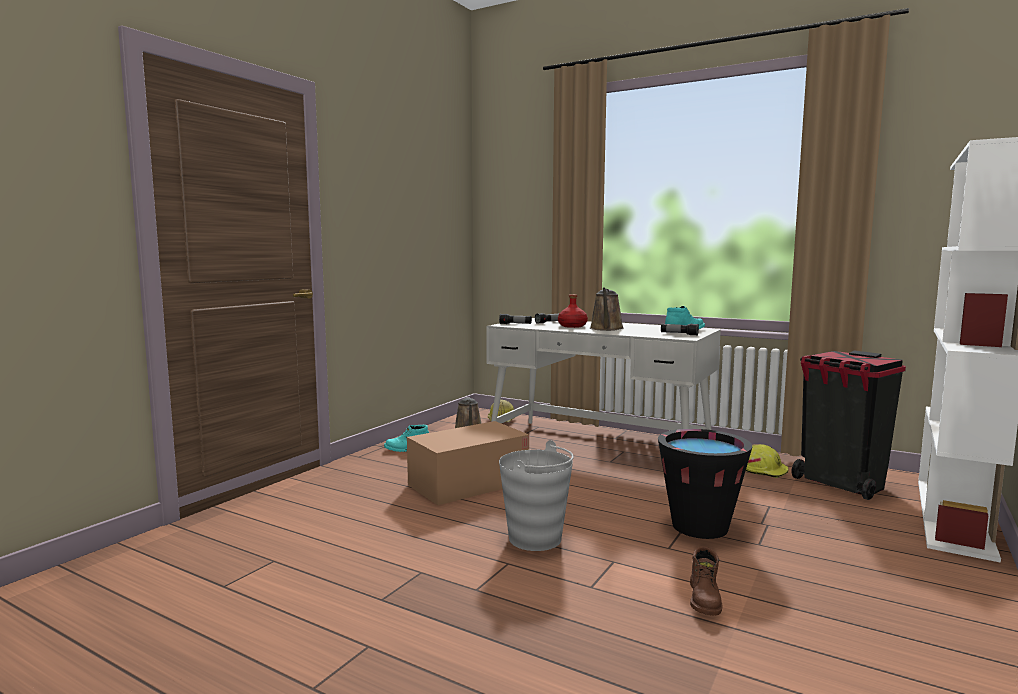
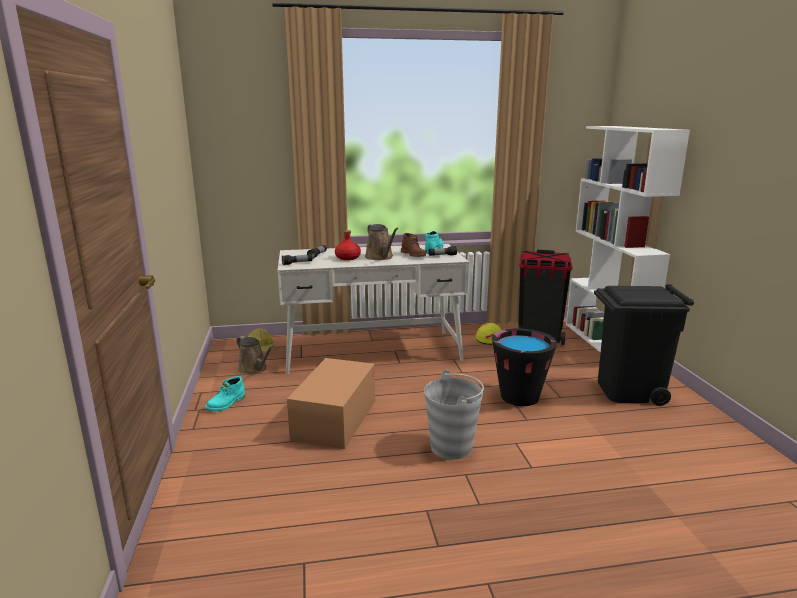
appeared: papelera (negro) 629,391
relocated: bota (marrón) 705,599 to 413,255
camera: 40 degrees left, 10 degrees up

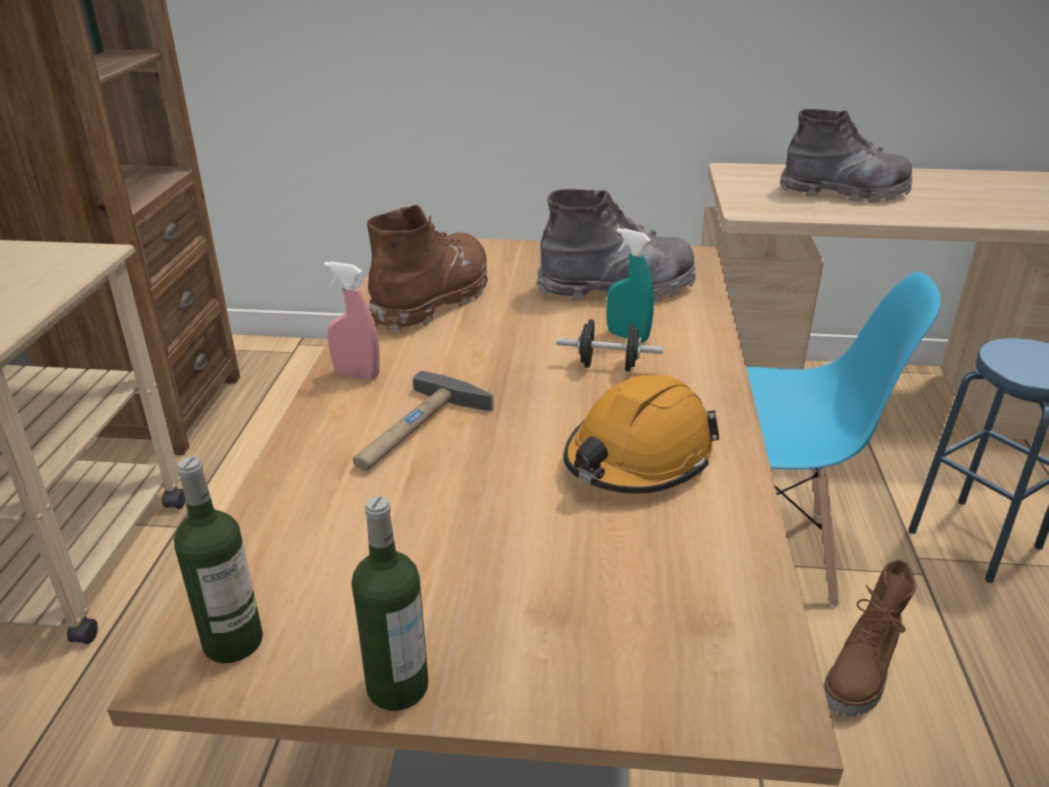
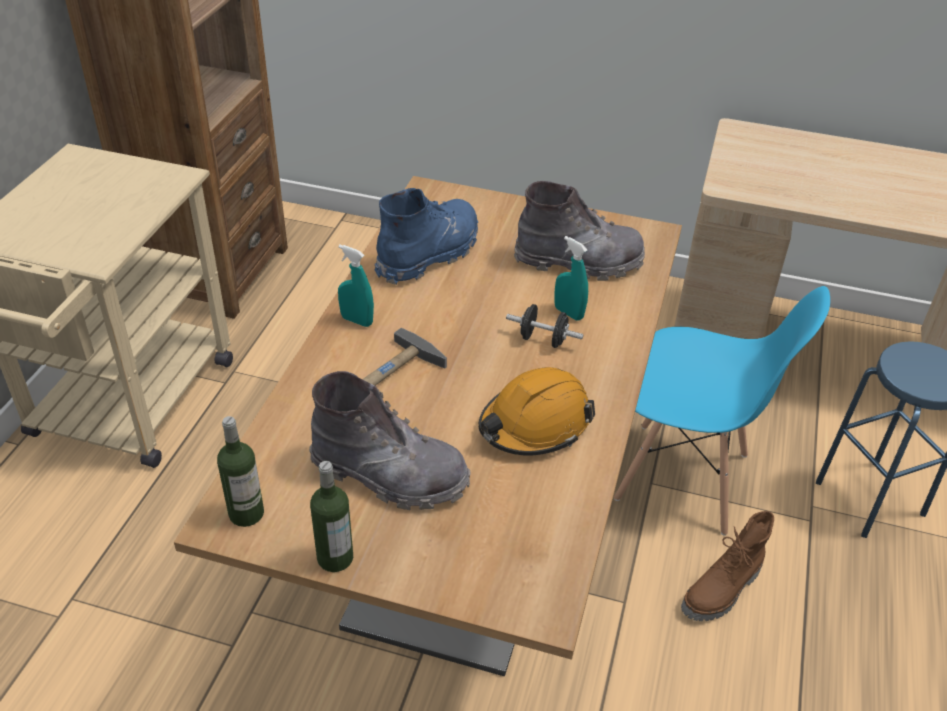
relocated: bota (gris) 844,193 to 389,475
colour: pulverizador (rosa) 357,375 to pulverizador (turquesa) 357,320; bota (marrón) 433,301 to bota (azul) 429,254
camera: 10 degrees right, 10 degrees up

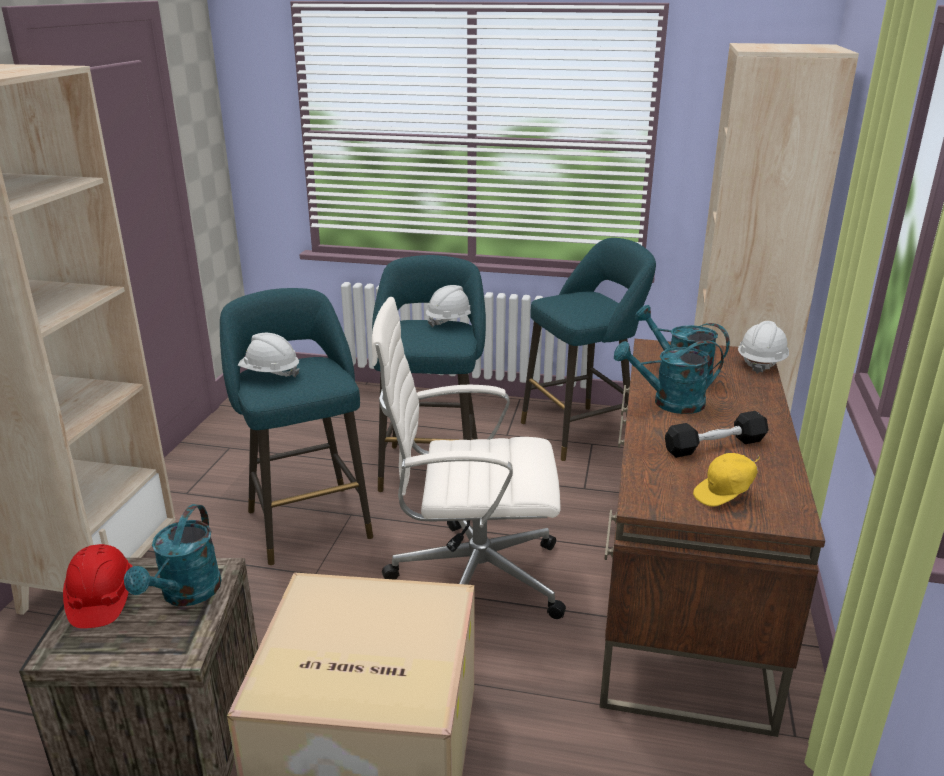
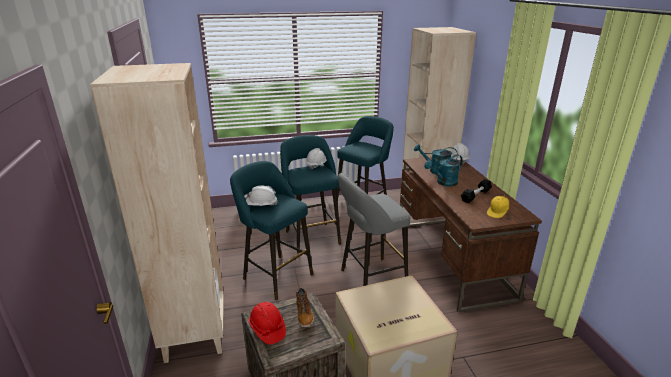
exchanged: regadera (turquesa) 186,595 to bota 304,315; silla de oficina (blanco) 471,578 to taburete (gris) 370,279
camera: 25 degrees left, 0 degrees up

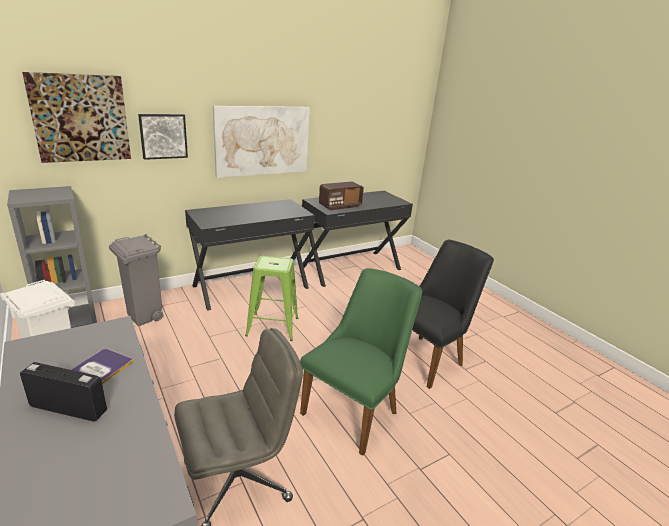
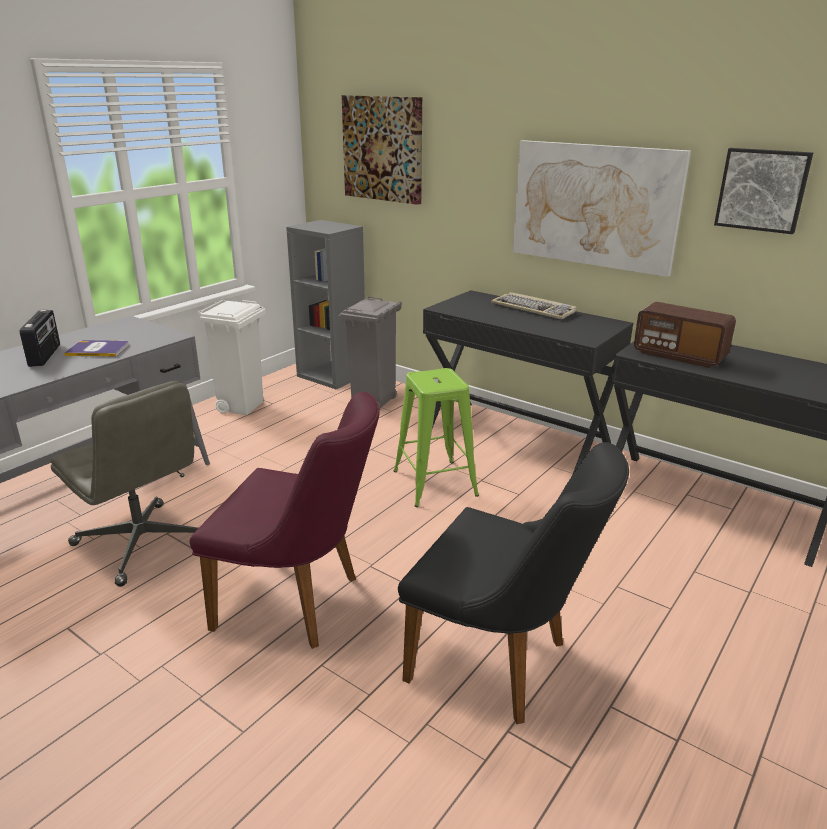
appeared: teclado 534,309
relocated: cuadro 163,136 to 762,190
colour: silla (verde) 356,409 to silla (morado) 300,603
camera: 70 degrees right, 0 degrees up

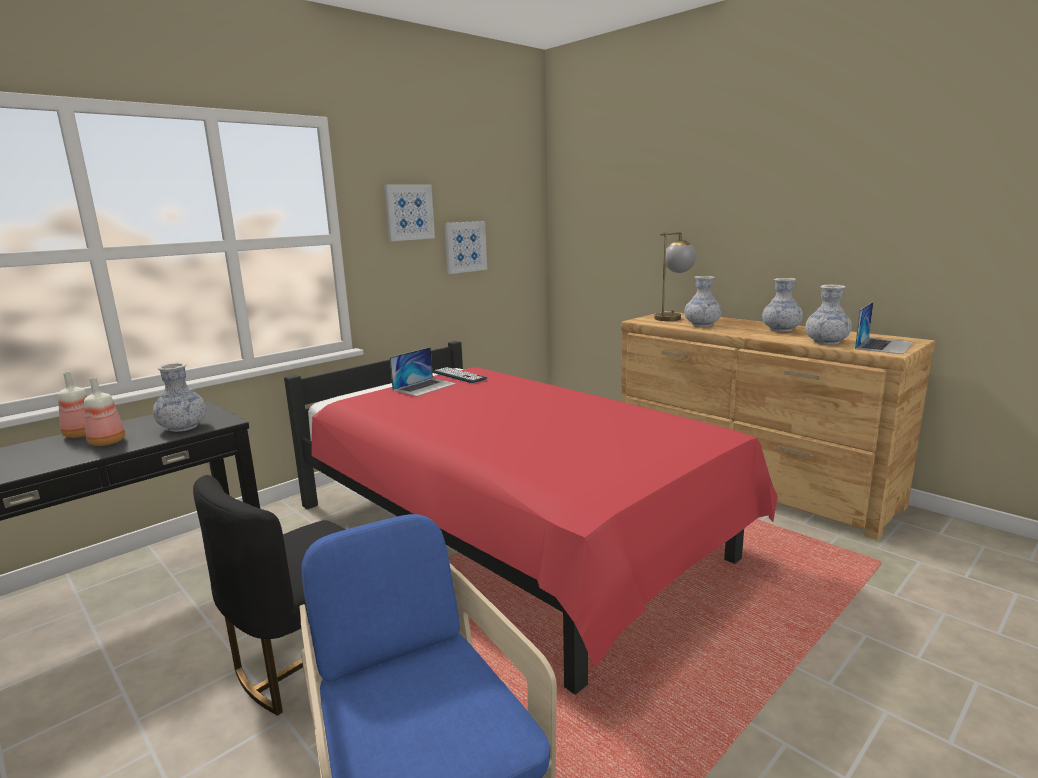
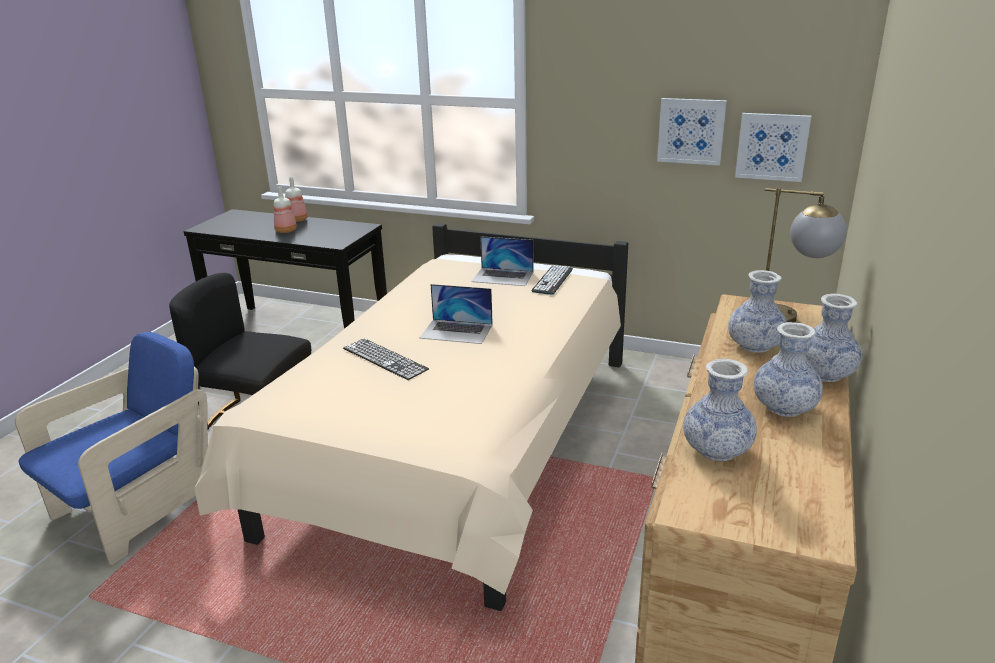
appeared: teclado 385,359
relocated: portátil 884,345 to 457,331; cuadro 409,212 to 772,146; florero 183,427 to 824,374
colour: cama (rojo) 511,536 to cama (beis) 457,447
camera: 65 degrees right, 10 degrees up

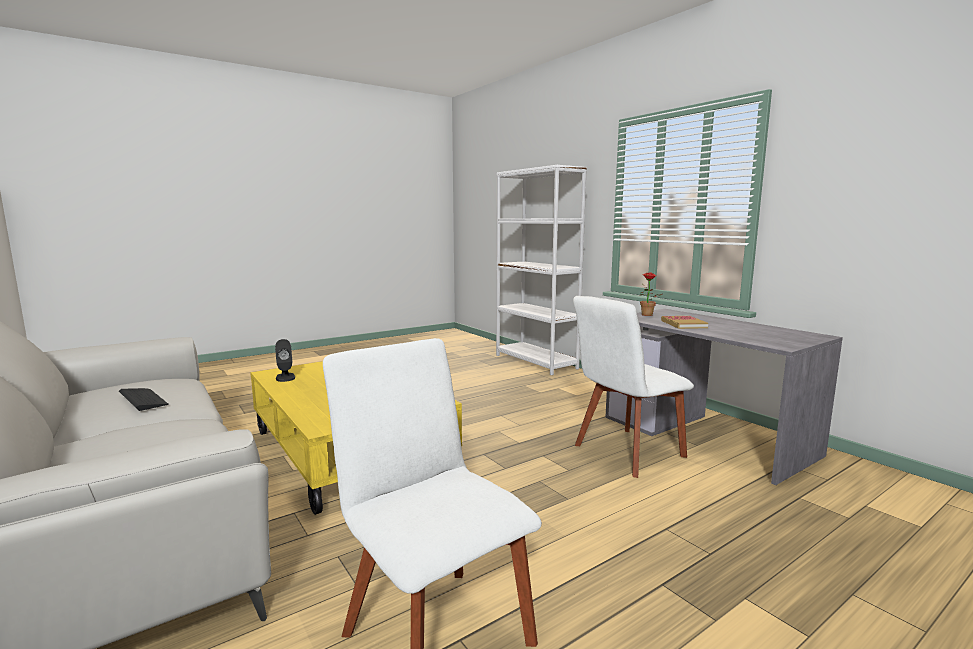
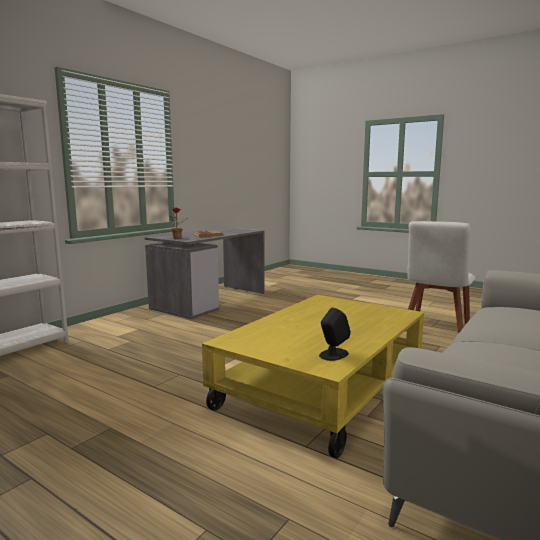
missing: teclado 143,399; silla (blanco) 625,452
camera: 110 degrees left, 0 degrees up

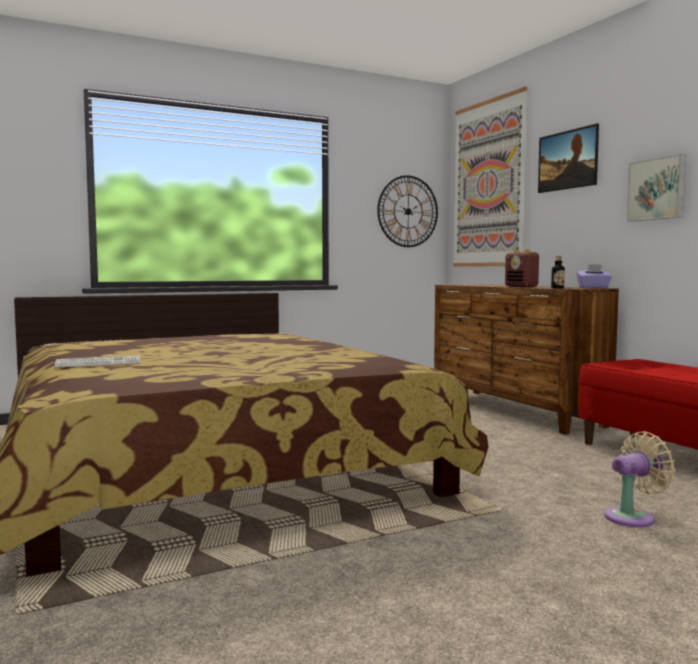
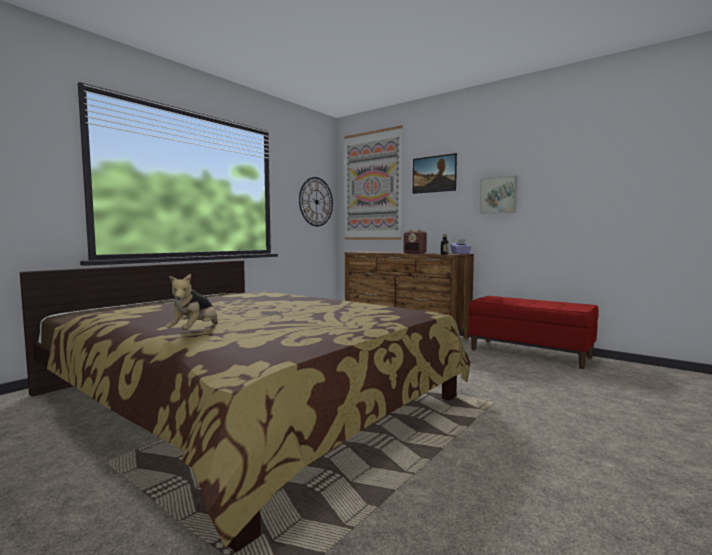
missing: ventilador (beis) 633,517
exchanged: teclado 98,363 to peluche 195,331
camera: 25 degrees left, 0 degrees up

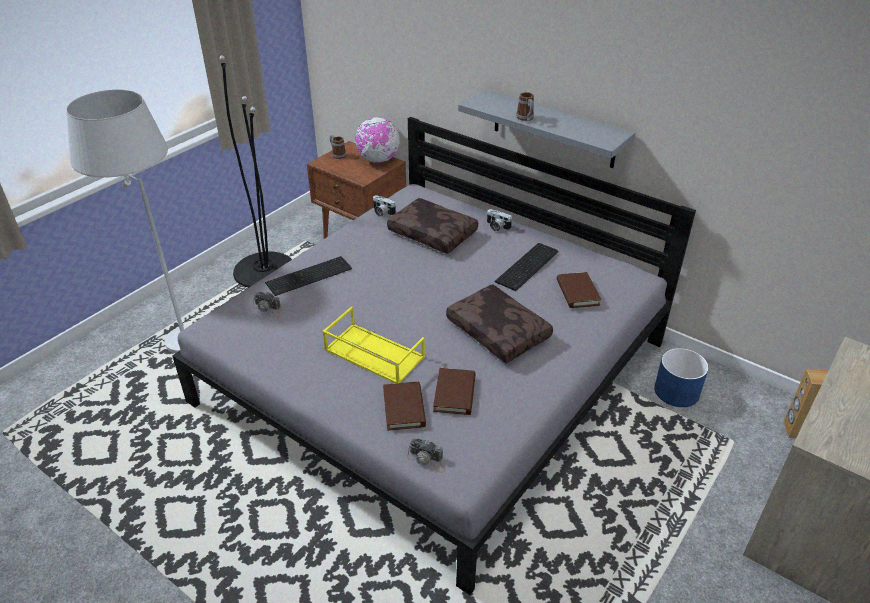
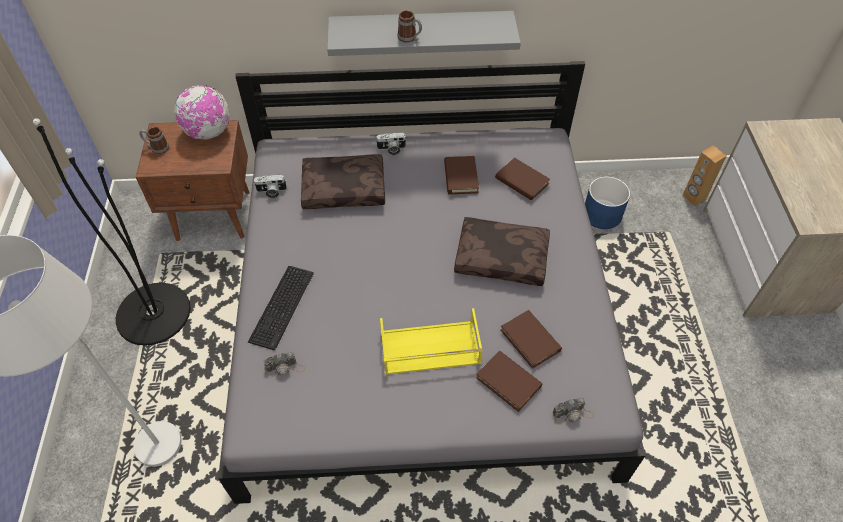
exchanged: teclado 529,266 to libro (marrón) 461,177
camera: 40 degrees left, 15 degrees up

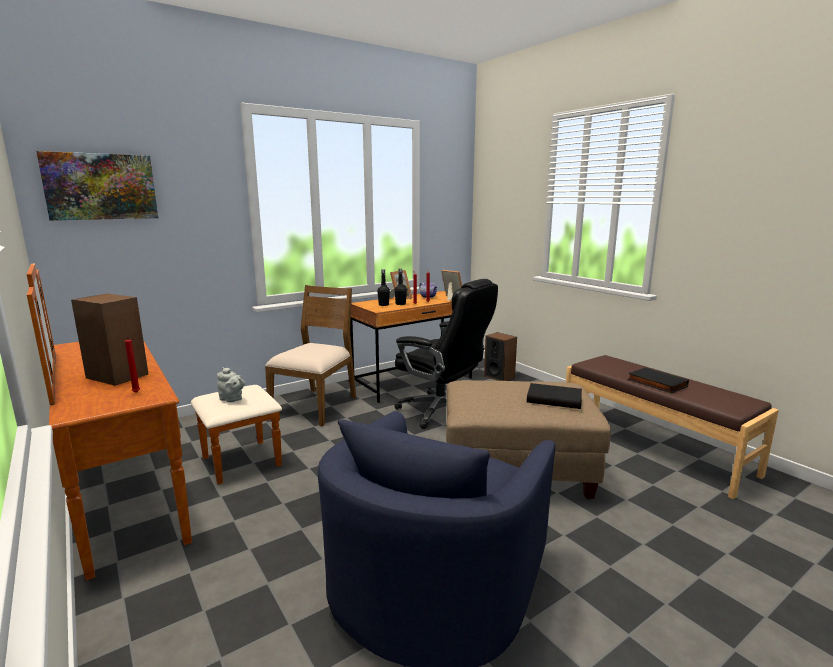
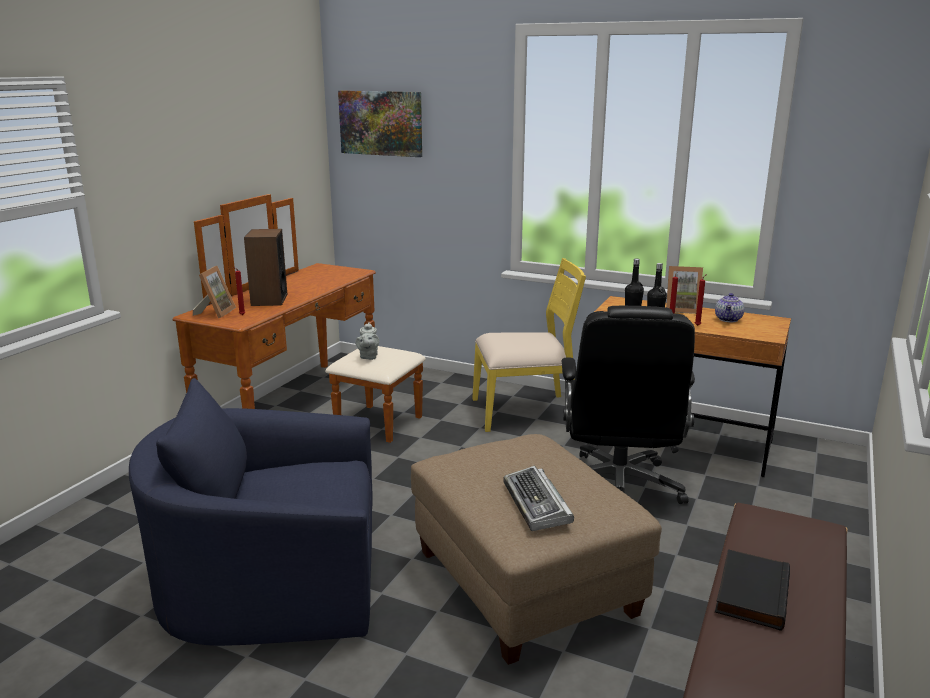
missing: altavoz 499,377
relocated: portarretratos 450,298 to 215,312
exchanged: libro (negro) 554,398 to teclado 537,505
colour: silla (marrón) 316,406 to silla (amarillo) 525,411
camera: 60 degrees right, 5 degrees up

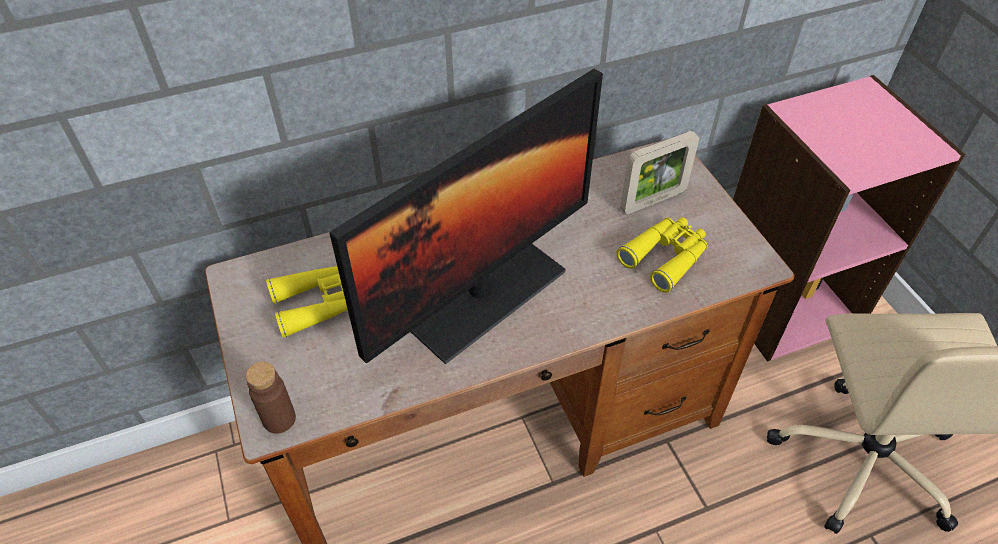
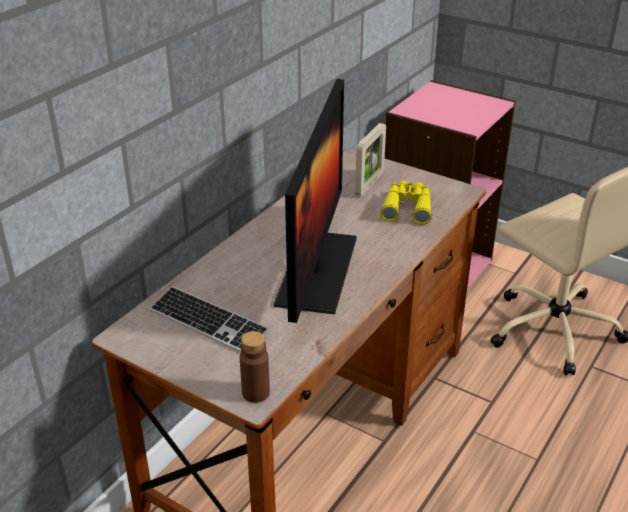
exchanged: prismáticos (amarillo) 318,303 to teclado 208,322
camera: 35 degrees left, 15 degrees down

